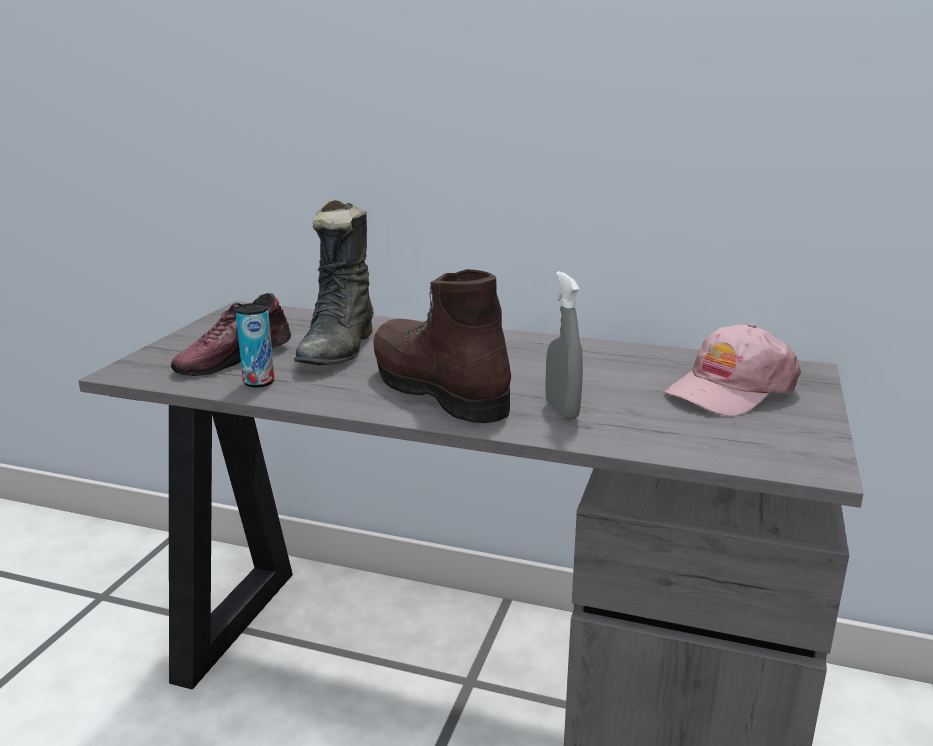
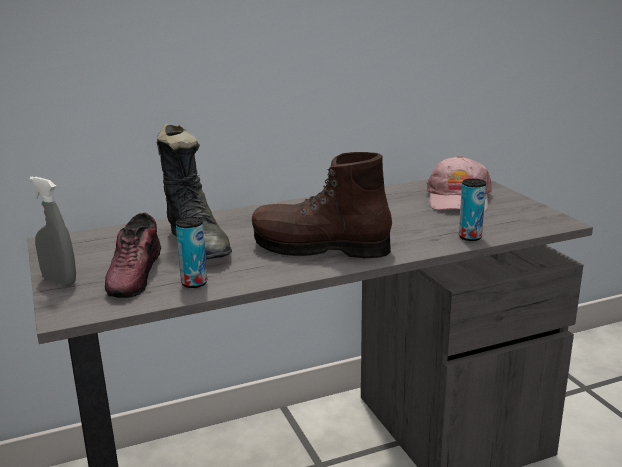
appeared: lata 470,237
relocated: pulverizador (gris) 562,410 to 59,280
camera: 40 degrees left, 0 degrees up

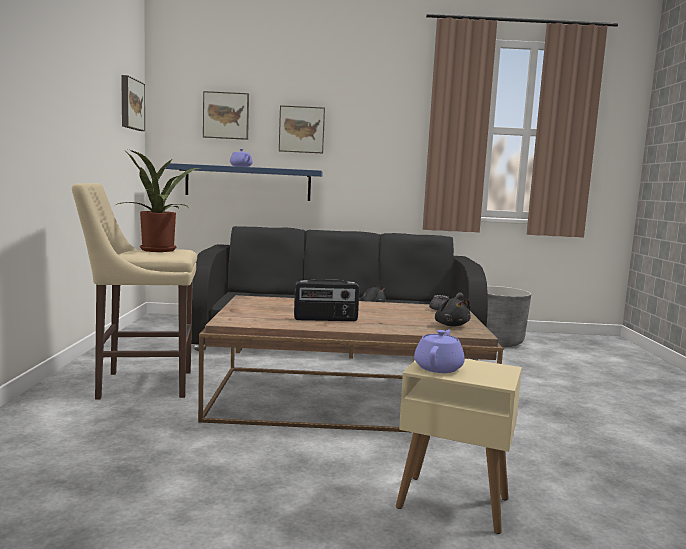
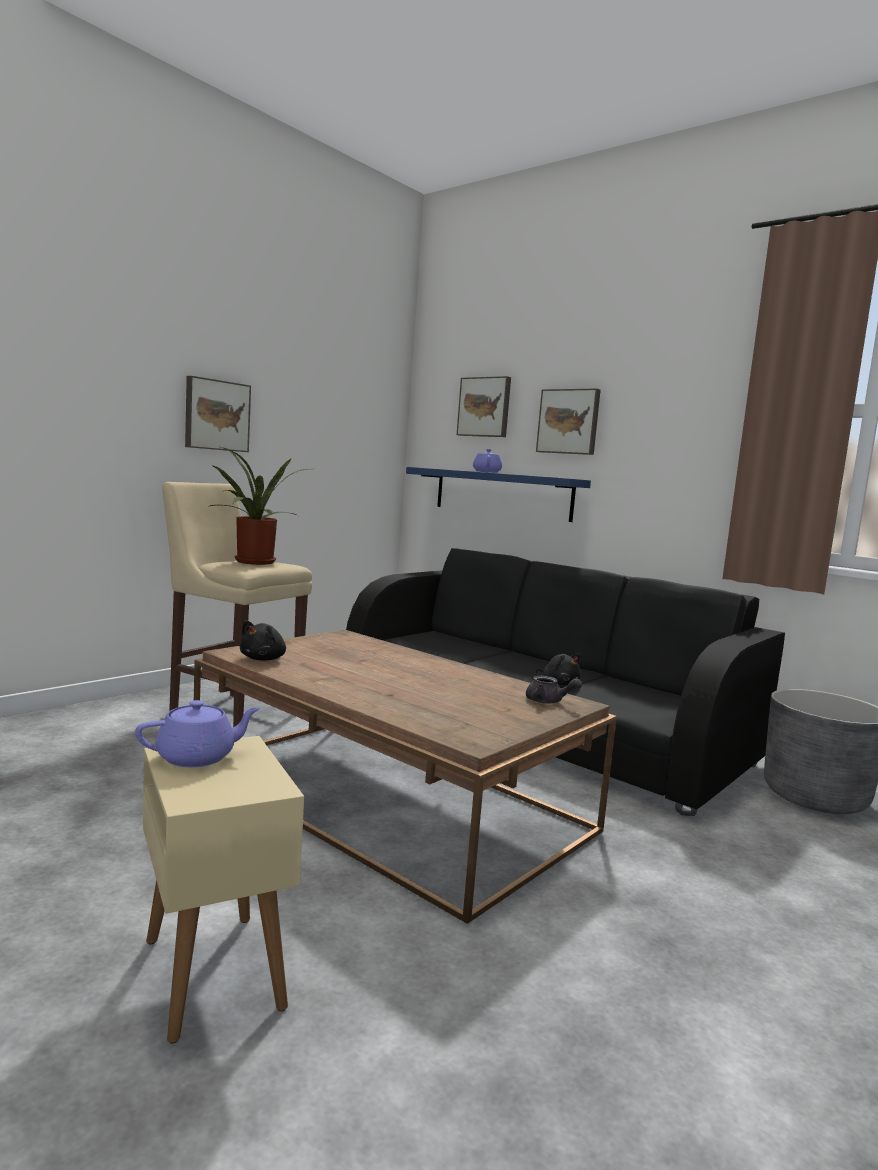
missing: radio 325,319
relocated: cuadro 130,104 to 216,415; peluche (negro) 451,325 to 264,659
camera: 40 degrees right, 0 degrees up

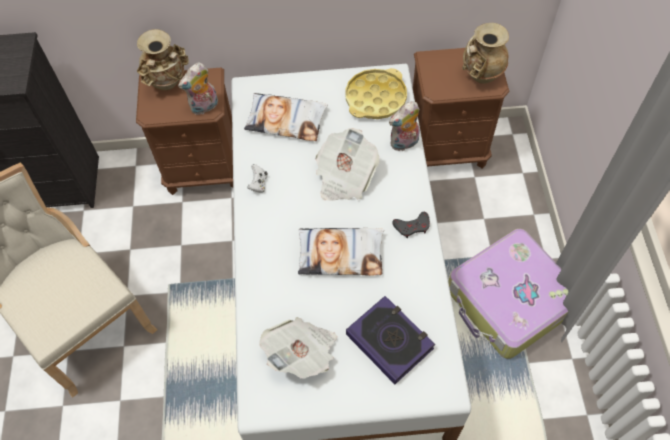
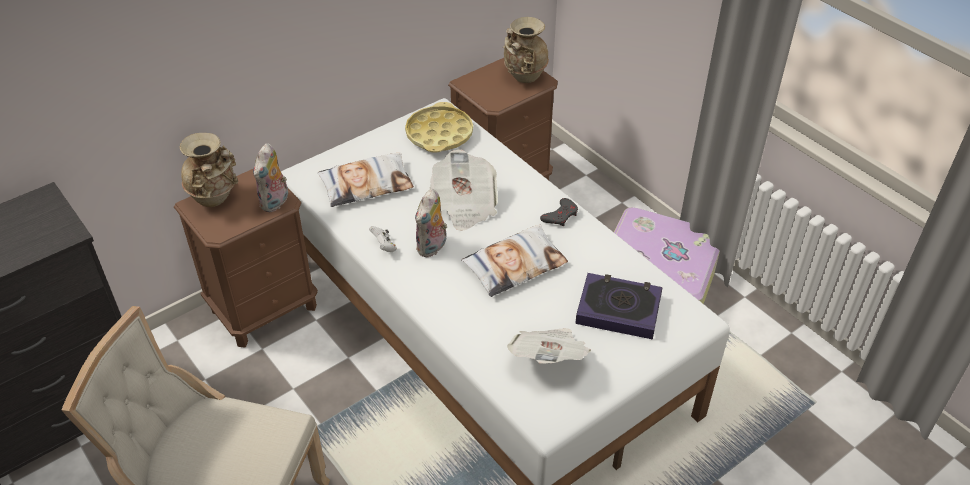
relocated: peluche 404,144 to 432,247
camera: 35 degrees left, 15 degrees down

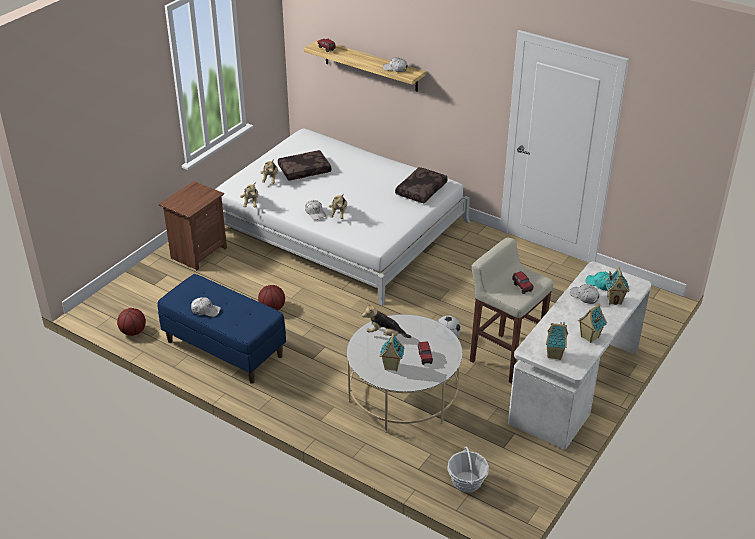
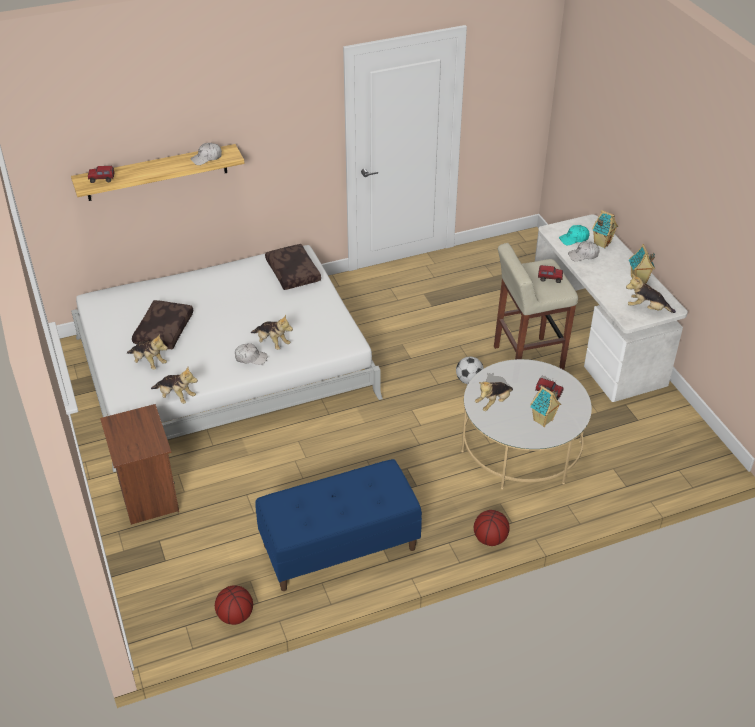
missing: gorra (blanco) 205,310; cesta 466,482
relocated: balón de baloncesto 272,308 to 490,538
exchanged: casita 555,355 to peluche 647,308
camera: 55 degrees left, 5 degrees up

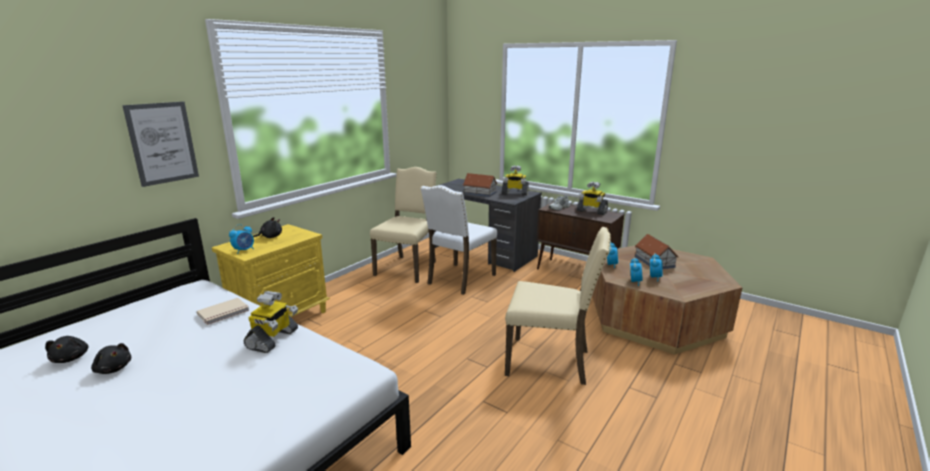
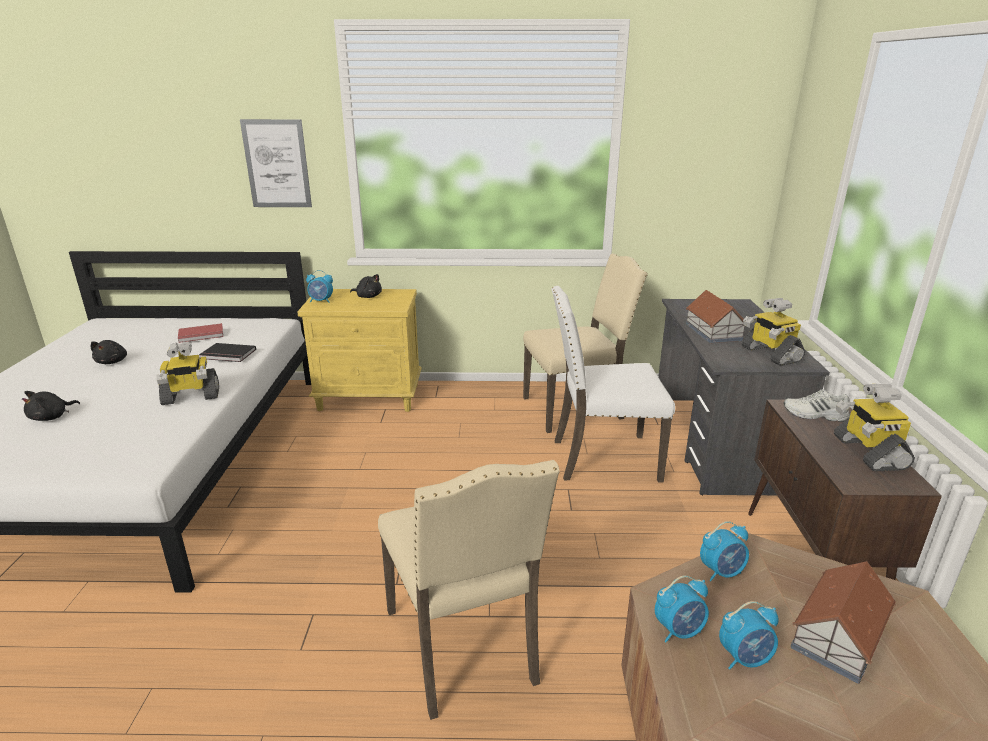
appeared: libro (rojo) 201,335
relocated: peluche (negro) 71,358 to 51,417
colour: libro (beis) 224,313 to libro (negro) 227,355
camera: 55 degrees right, 5 degrees up

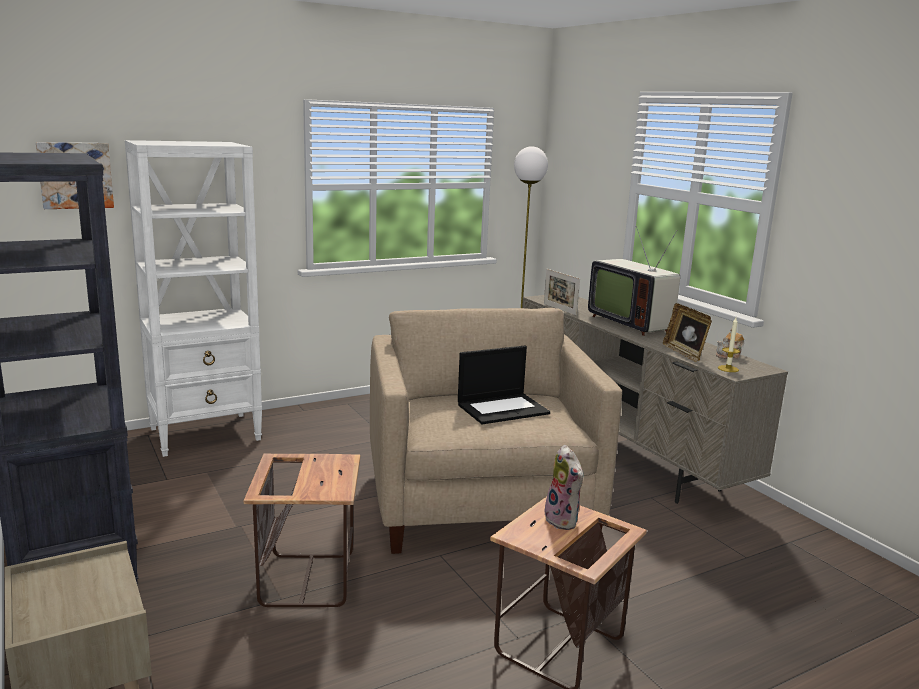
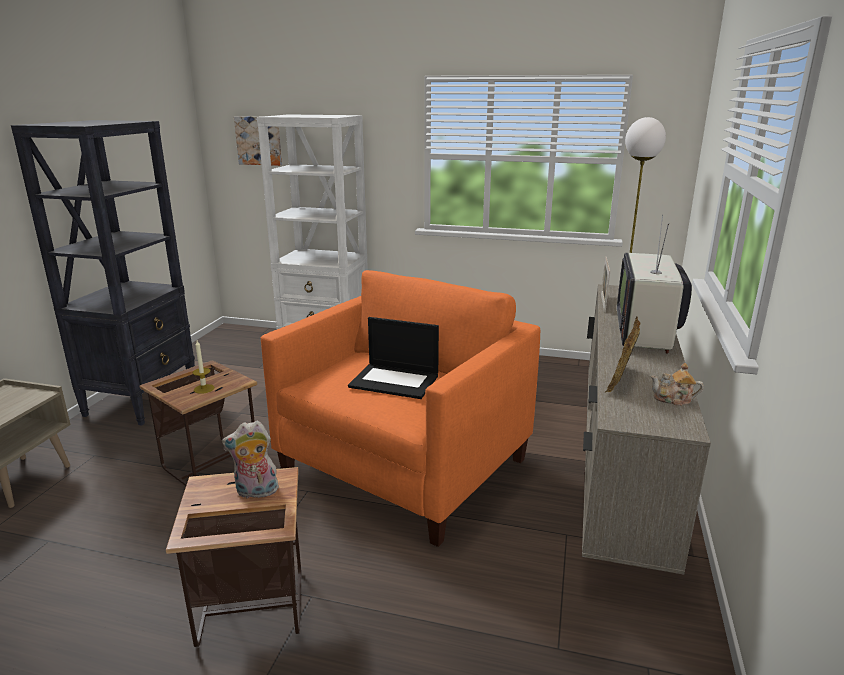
relocated: vela 728,369 to 204,389
colour: sillón (beis) 480,504 to sillón (naranja) 404,467
spun: peluche 564,520 = 256,492 60 degrees clockwise
camera: 45 degrees right, 5 degrees up

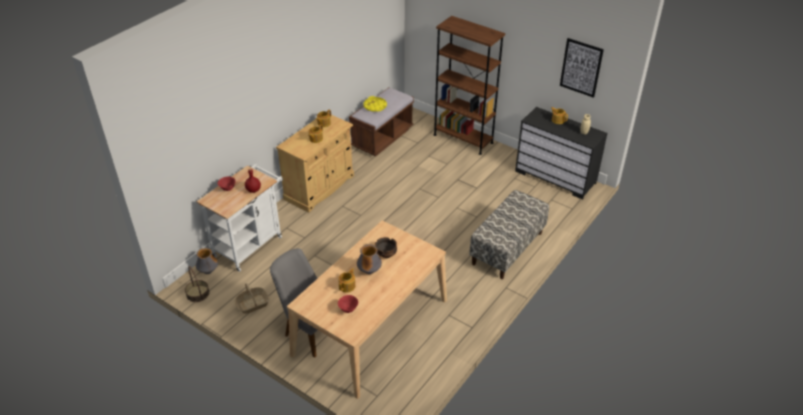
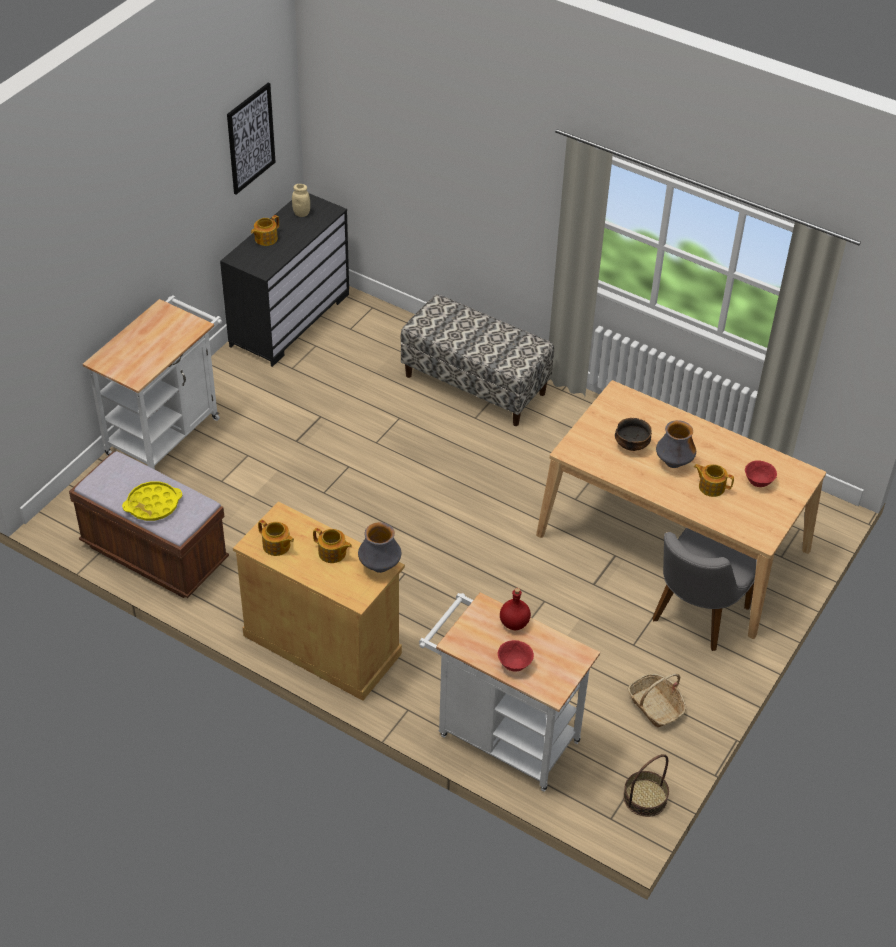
relocated: florero 208,271 to 379,567
exchanged: estantería (marrón) 463,139 to carrito (blanco) 167,432
camera: 95 degrees left, 5 degrees up

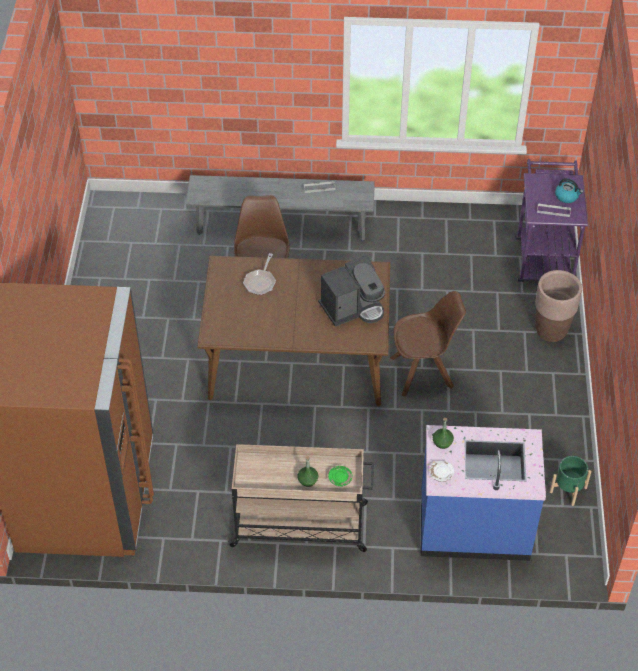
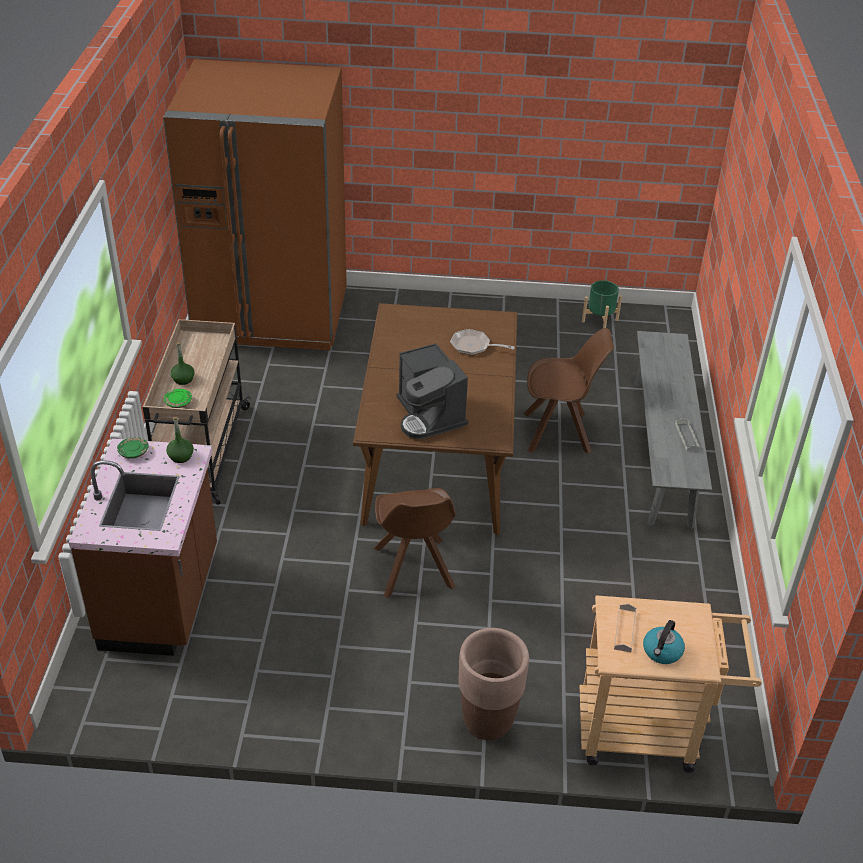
relocated: maceta (verde) 568,490 to 599,320
colour: mueble bajo de cocina (azul) 474,526 to mueble bajo de cocina (marrón) 162,599; plato (blanco) 441,474 to plato (verde) 133,452; carrito (morado) 543,254 to carrito (beis) 649,731
camera: 90 degrees right, 10 degrees down

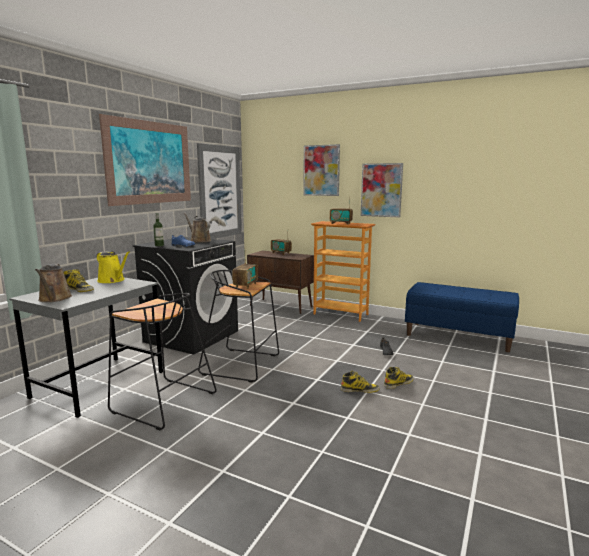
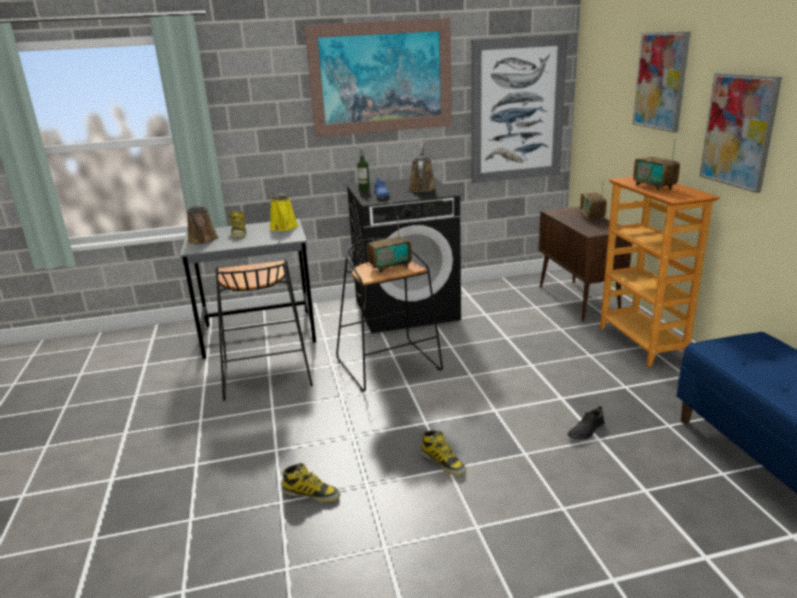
relocated: bota 398,383 to 311,493
spun: regadera (marrón) 54,299 = 202,240 45 degrees counterclockwise
camera: 50 degrees right, 10 degrees up

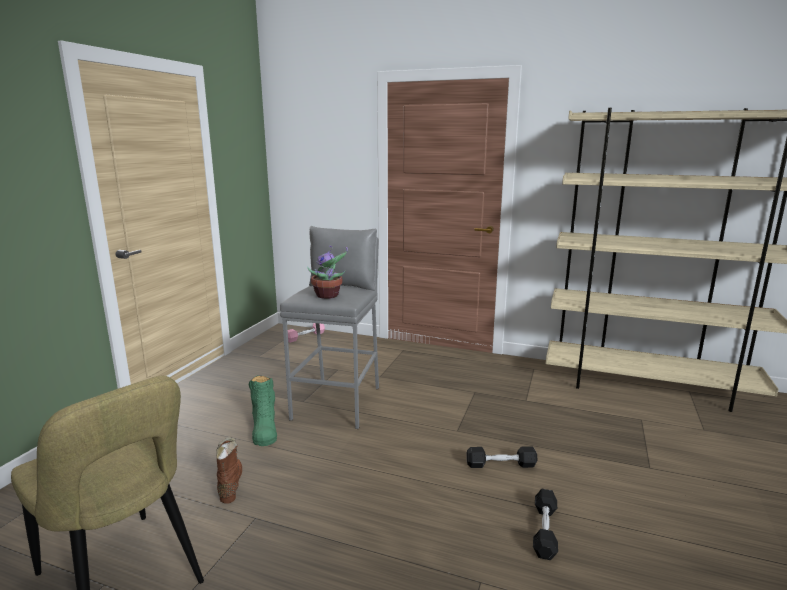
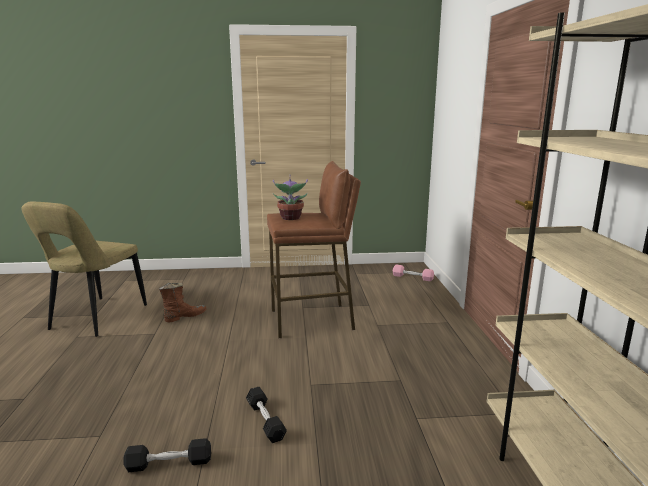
missing: bota (verde) 264,429
colour: taburete (gris) 338,403 to taburete (marrón) 312,320
camera: 65 degrees right, 0 degrees up

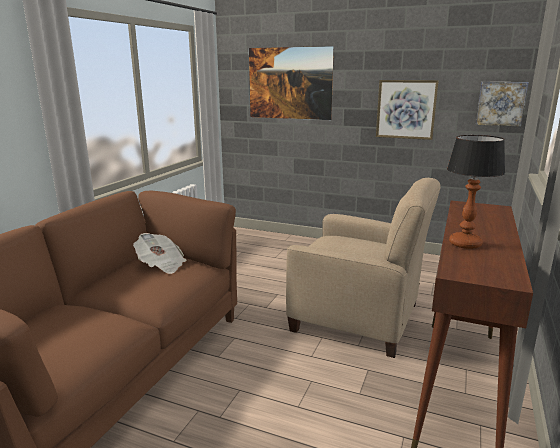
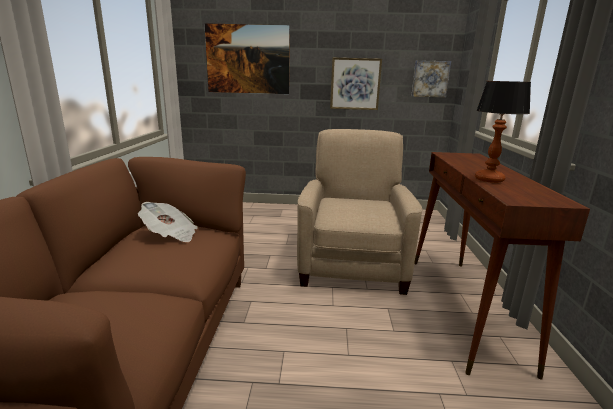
spun: sillón (beis) 357,317 = 352,265 90 degrees counterclockwise
camera: 20 degrees left, 0 degrees up

